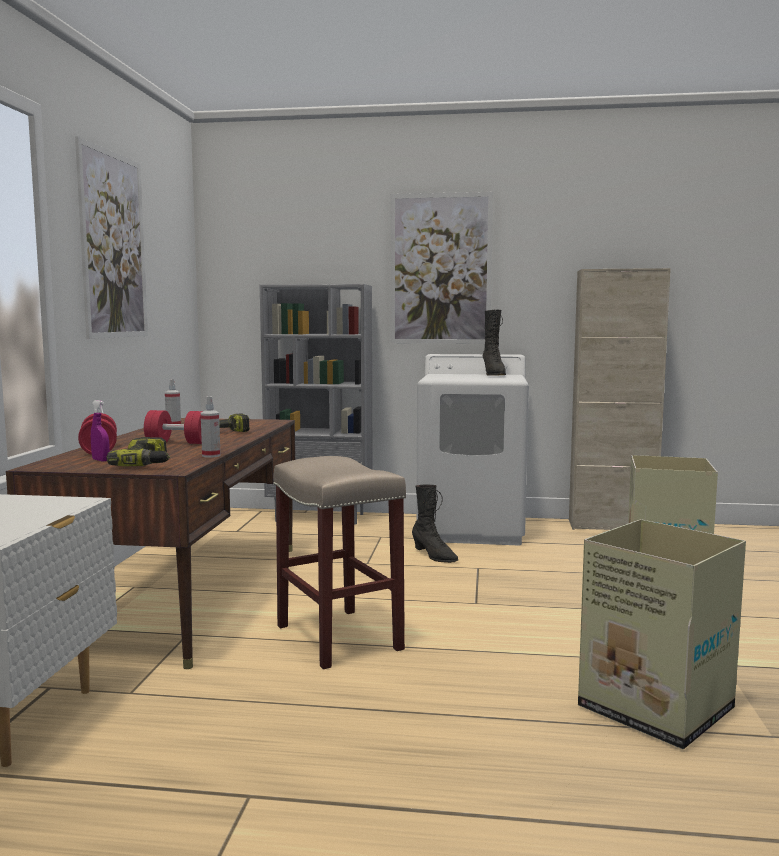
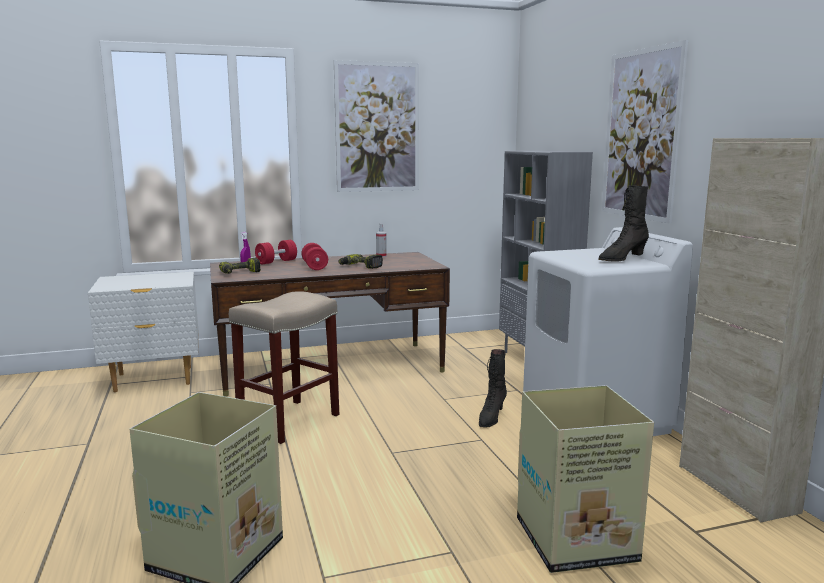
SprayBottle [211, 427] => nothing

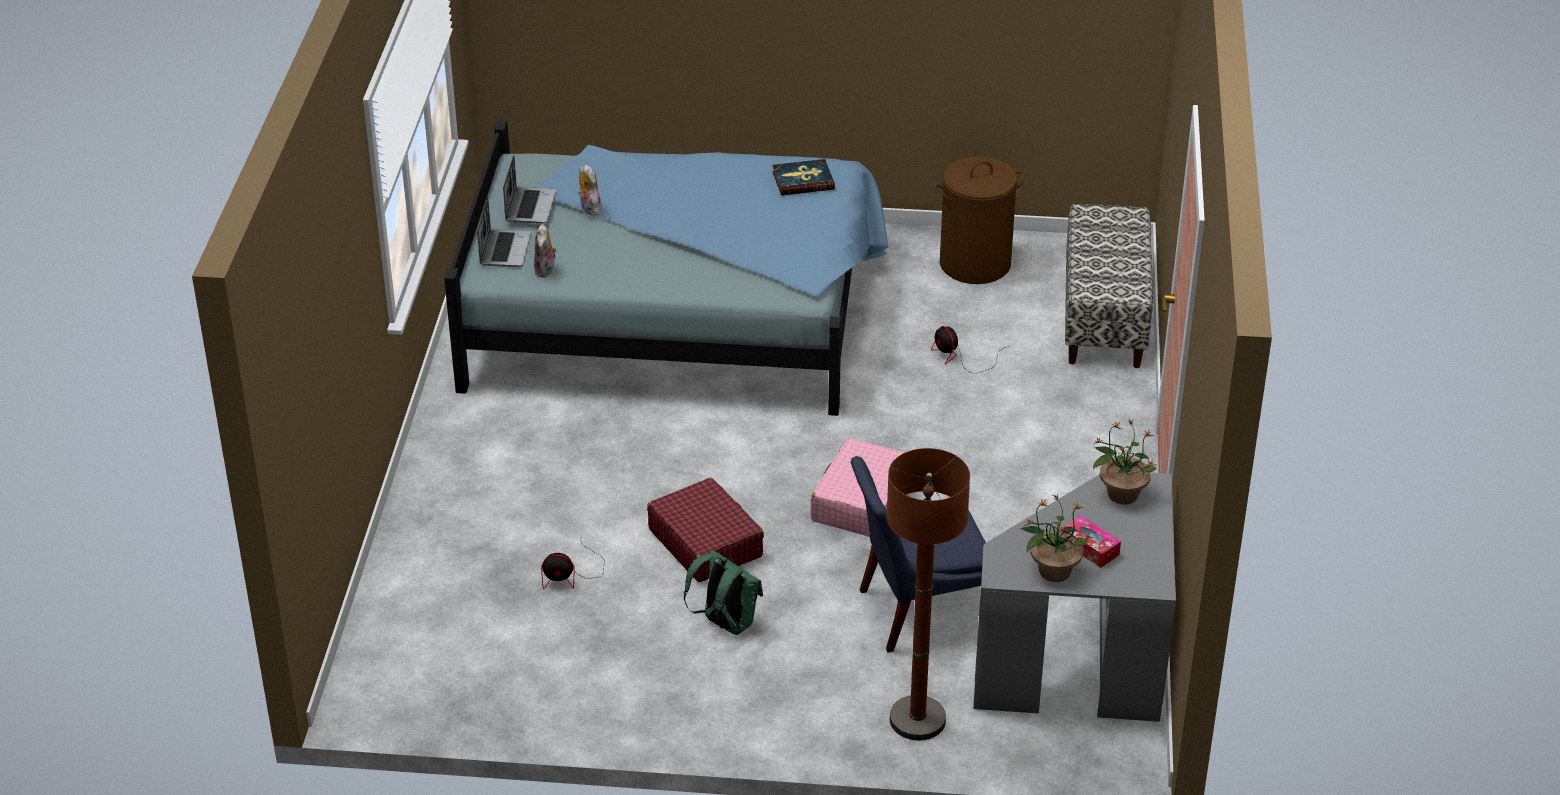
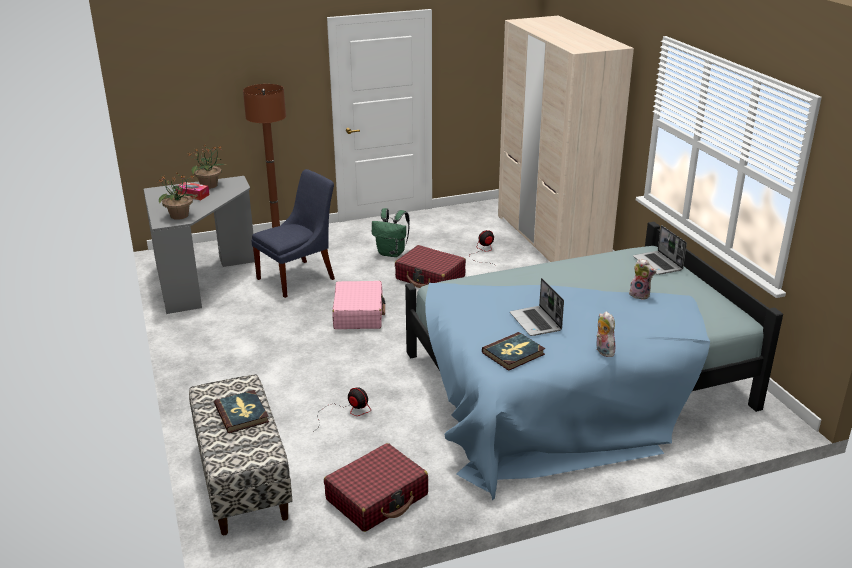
nothing => Book [241, 411]
BrownLaundryBasket [980, 220] => RedSuitcase [376, 487]
nothing => BeigeWardrobe [566, 138]
Laptop [529, 189] => Laptop [537, 307], relocated
PlushToy [545, 250] => PlushToy [605, 334], relocated

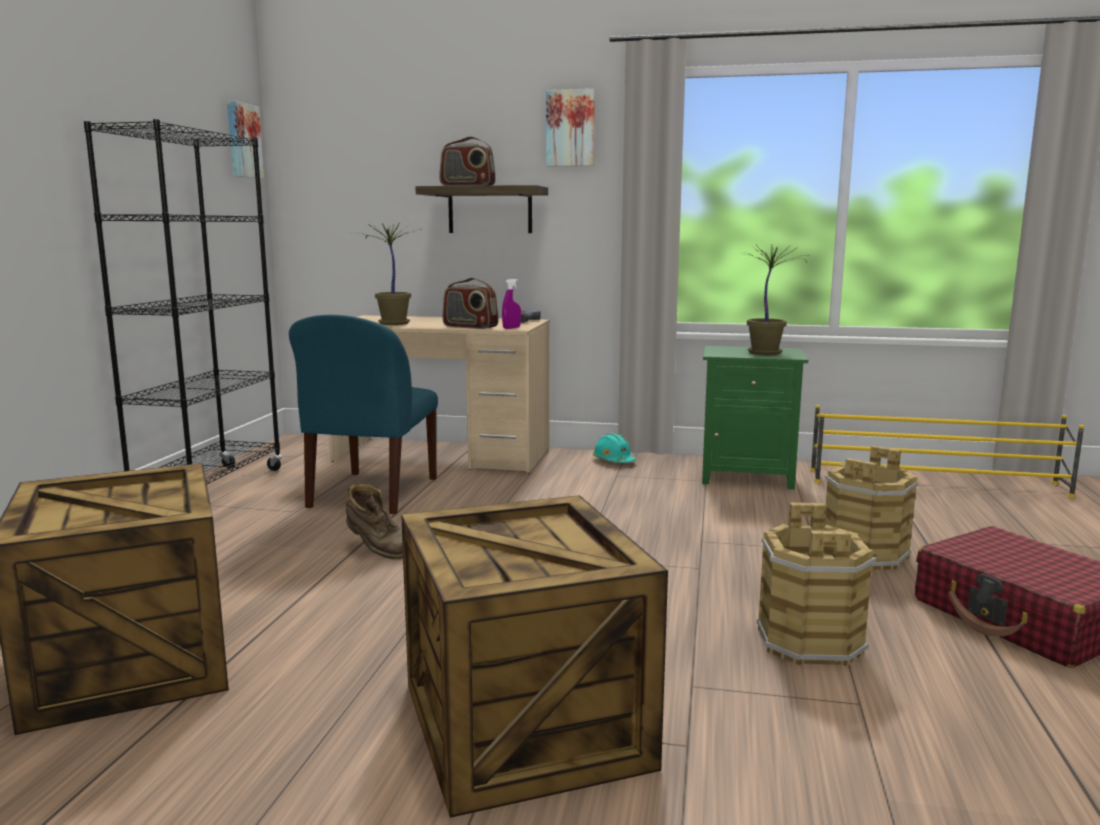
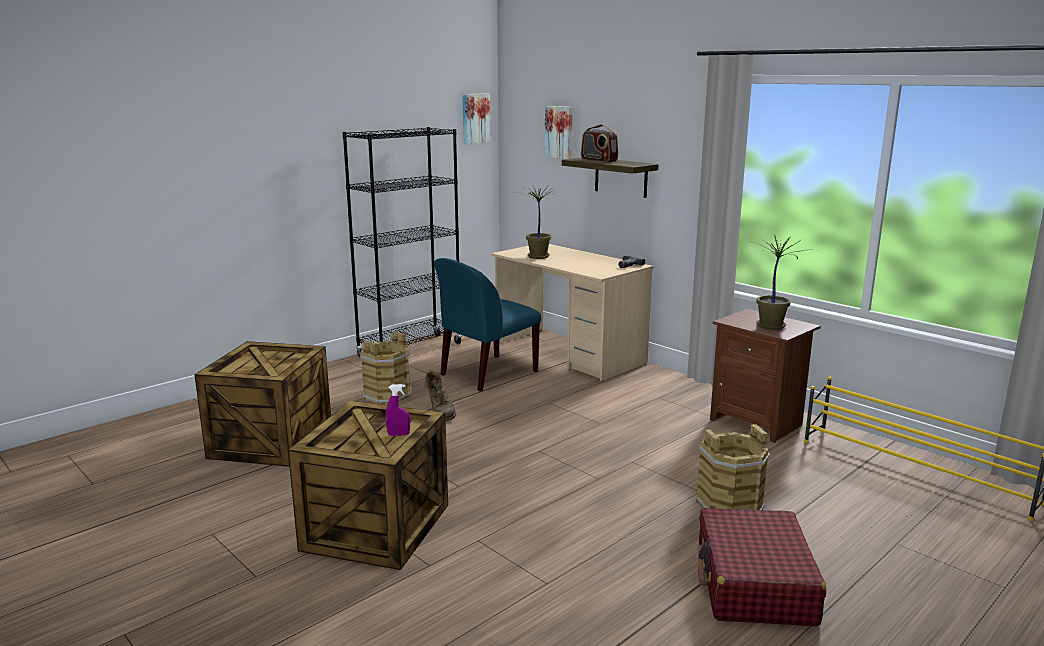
BrownBucket [816, 584] => BrownBucket [386, 368], relocated
PurpleSprayBottle [511, 304] => PurpleSprayBottle [398, 410], relocated
Picture [570, 127] => Picture [559, 132], relocated
GreenNightstand [755, 417] => BrownNightstand [765, 376]
Radio [470, 303] => nothing
TurquoiseHardHat [614, 448] => nothing

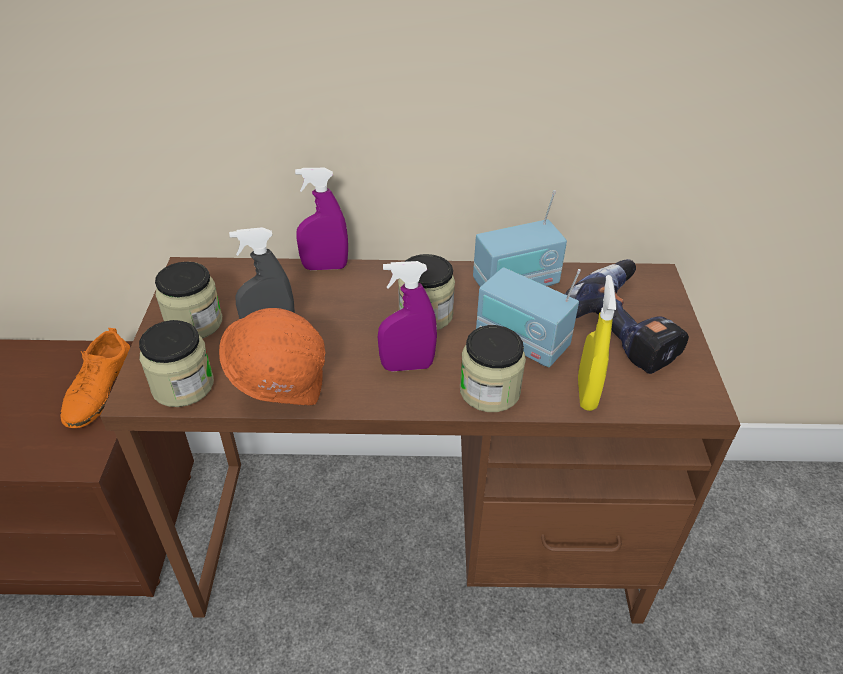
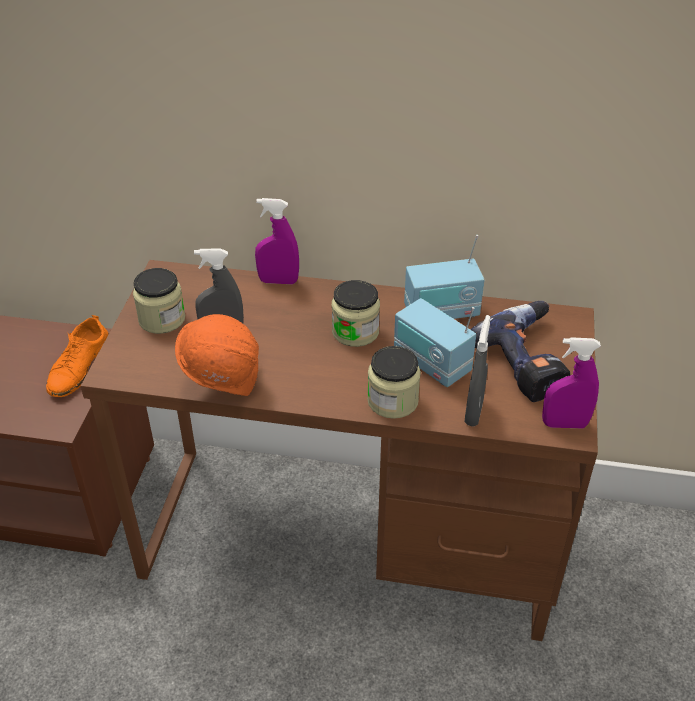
YellowSprayBottle [597, 343] => GreySprayBottle [477, 370]
PurpleSprayBottle [407, 316] => PurpleSprayBottle [571, 382], relocated
Jar [176, 363] => nothing

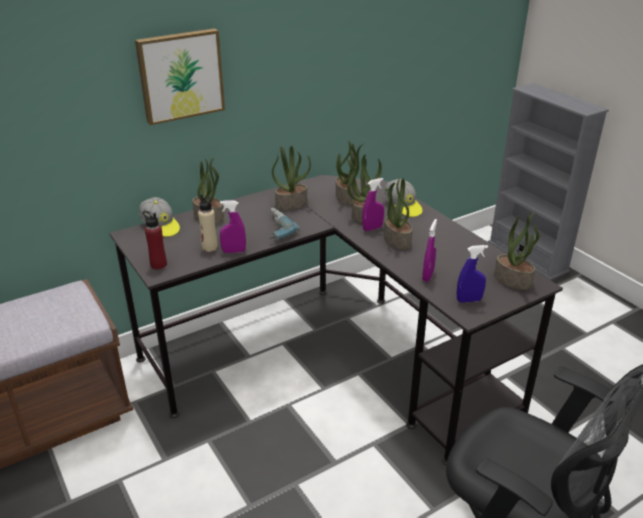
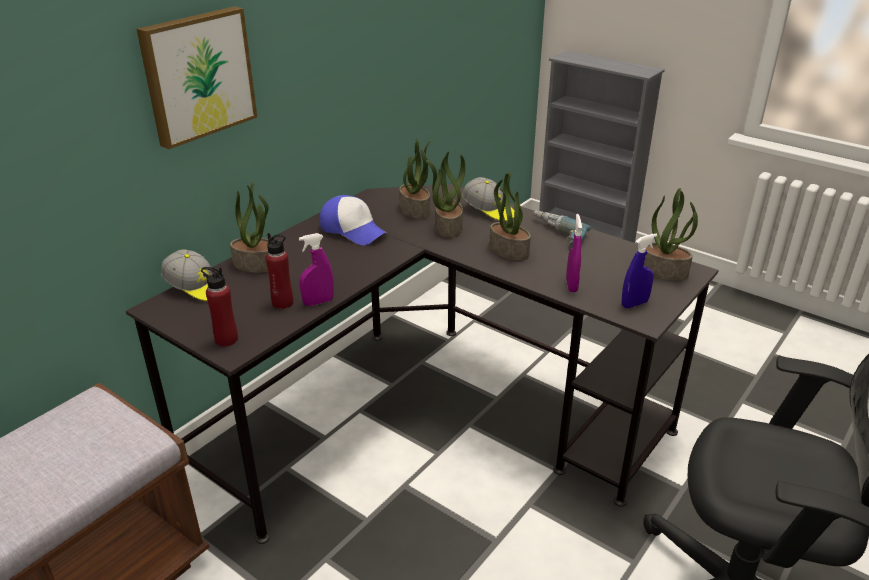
BeigeBottle [208, 223] => RedBottle [279, 271]
PottedPlant [291, 178] => Cap [353, 220]
PowerDrill [284, 224] => PowerDrill [562, 227], relocated
PurpleSprayBottle [373, 204] => nothing

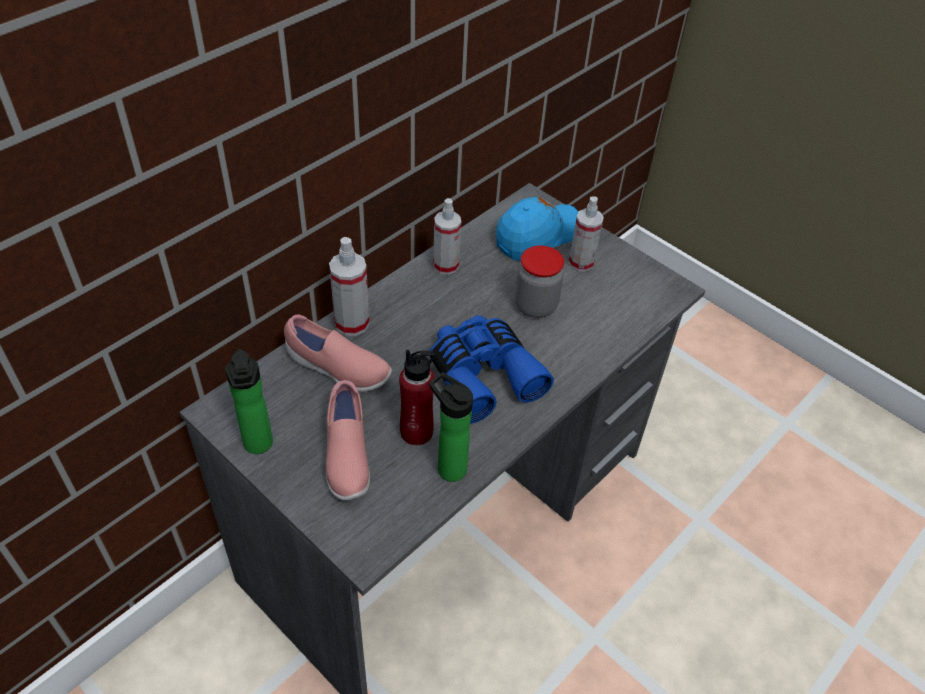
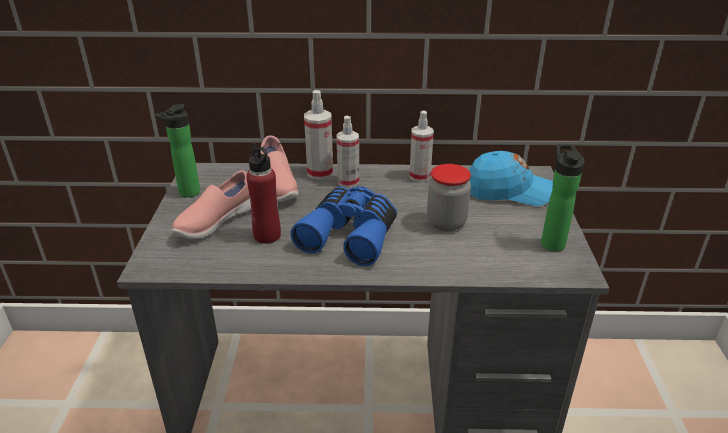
SprayBottle [586, 234] => SprayBottle [347, 152], relocated
Bottle [451, 427] => Bottle [562, 198], relocated

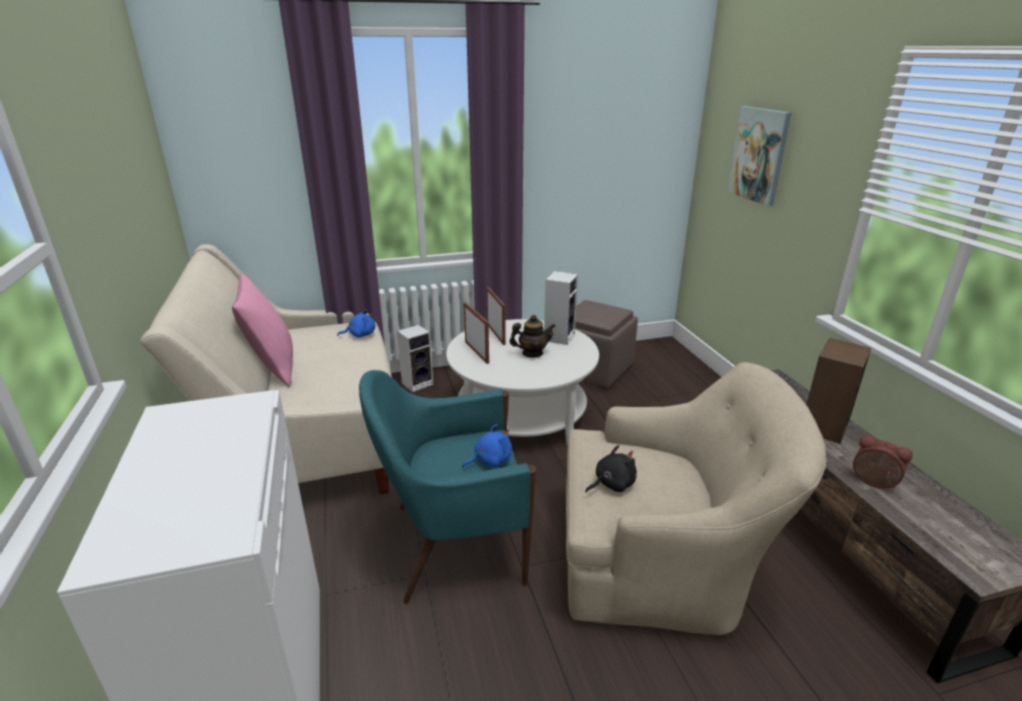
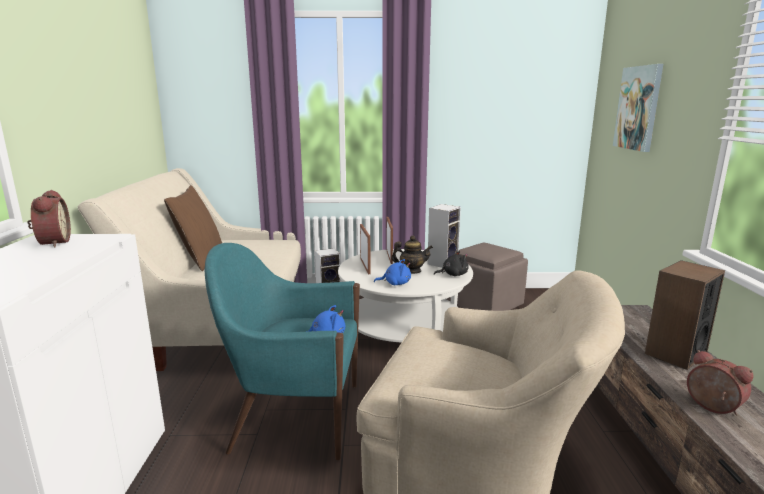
nothing => AlarmClock [49, 219]
PinkPillow [262, 330] => BrownPillow [193, 228]
BluePlushToy [356, 323] => BluePlushToy [392, 272], relocated
BlackPlushToy [611, 469] => BlackPlushToy [451, 263], relocated

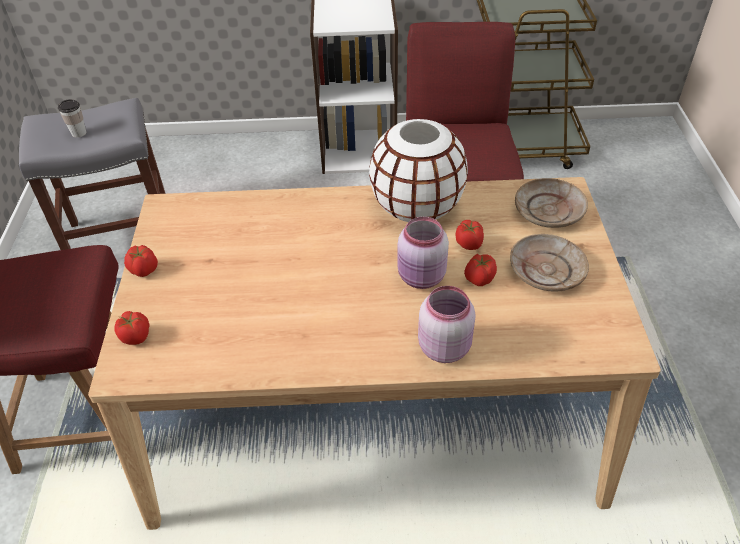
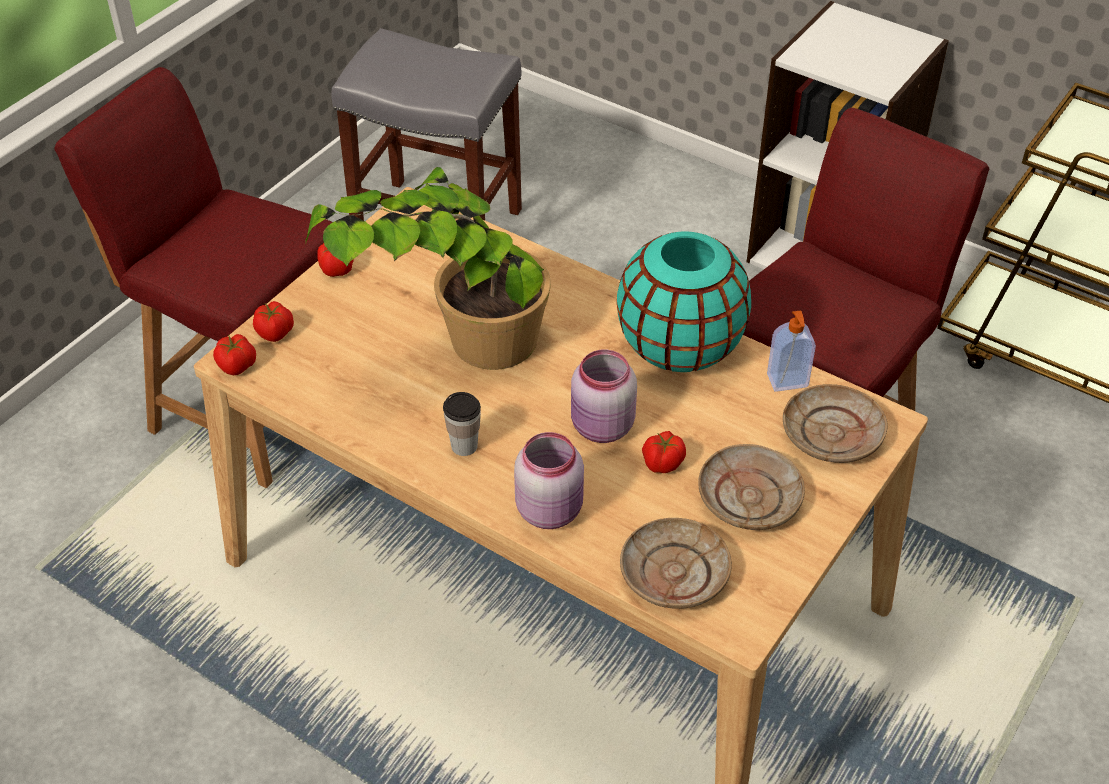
Tomato [469, 235] => Tomato [234, 354], relocated
nothing => PottedPlant [428, 268]
Cup [72, 118] => Cup [462, 424], relocated
WhiteVase [418, 170] => TurquoiseVase [684, 301]
nothing => BeigePlate [676, 563]
nothing => SoapDispenser [791, 351]

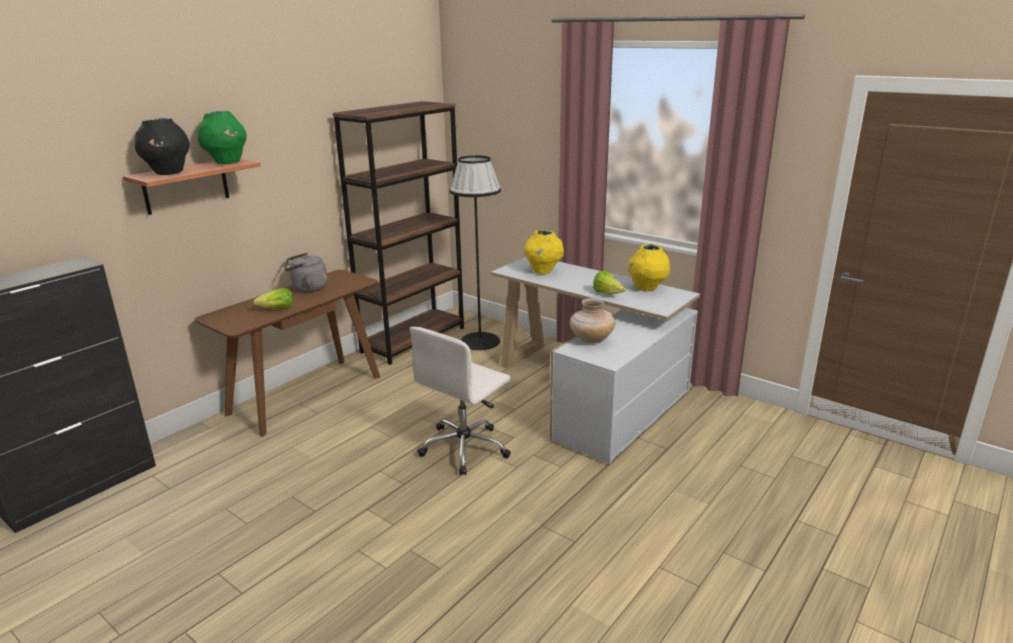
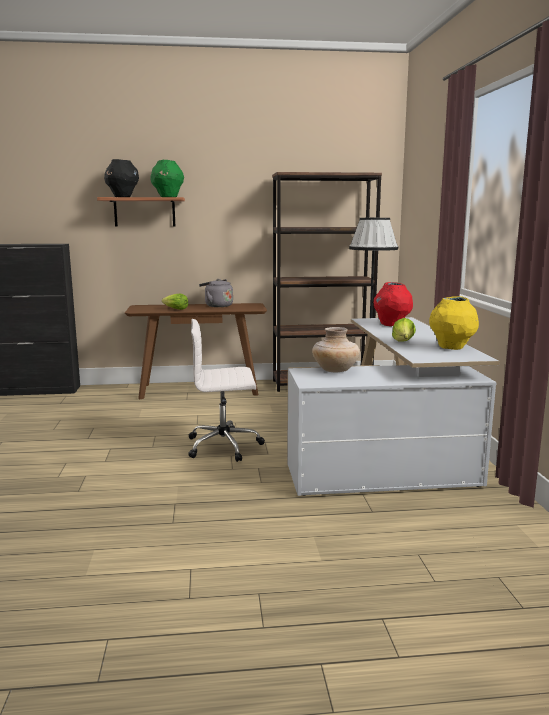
YellowVase [544, 252] => RedVase [393, 304]

